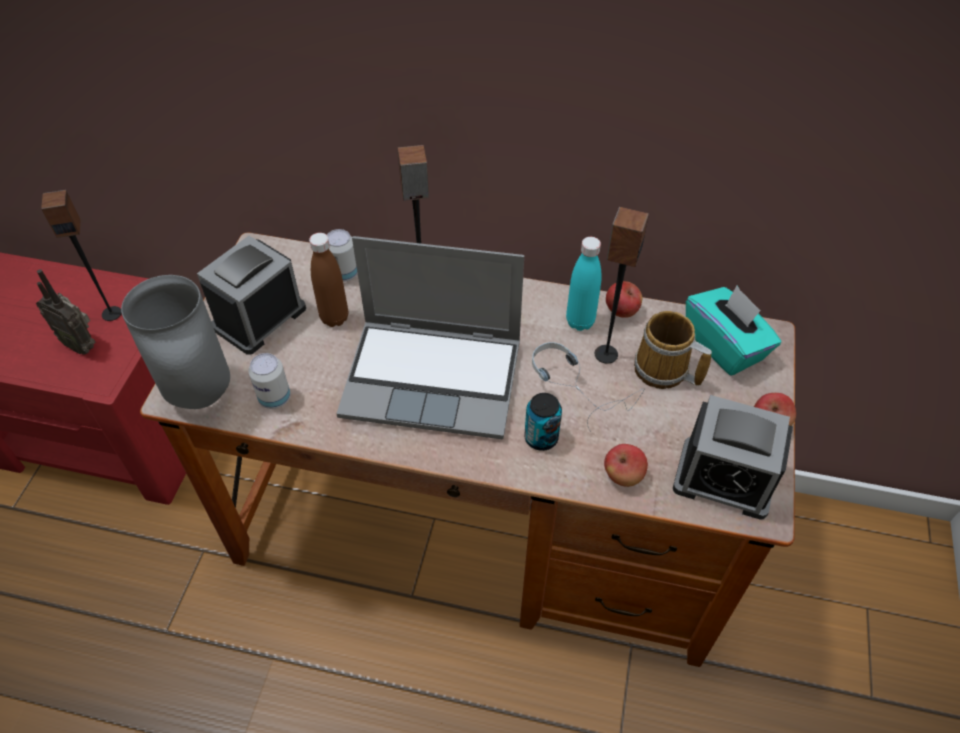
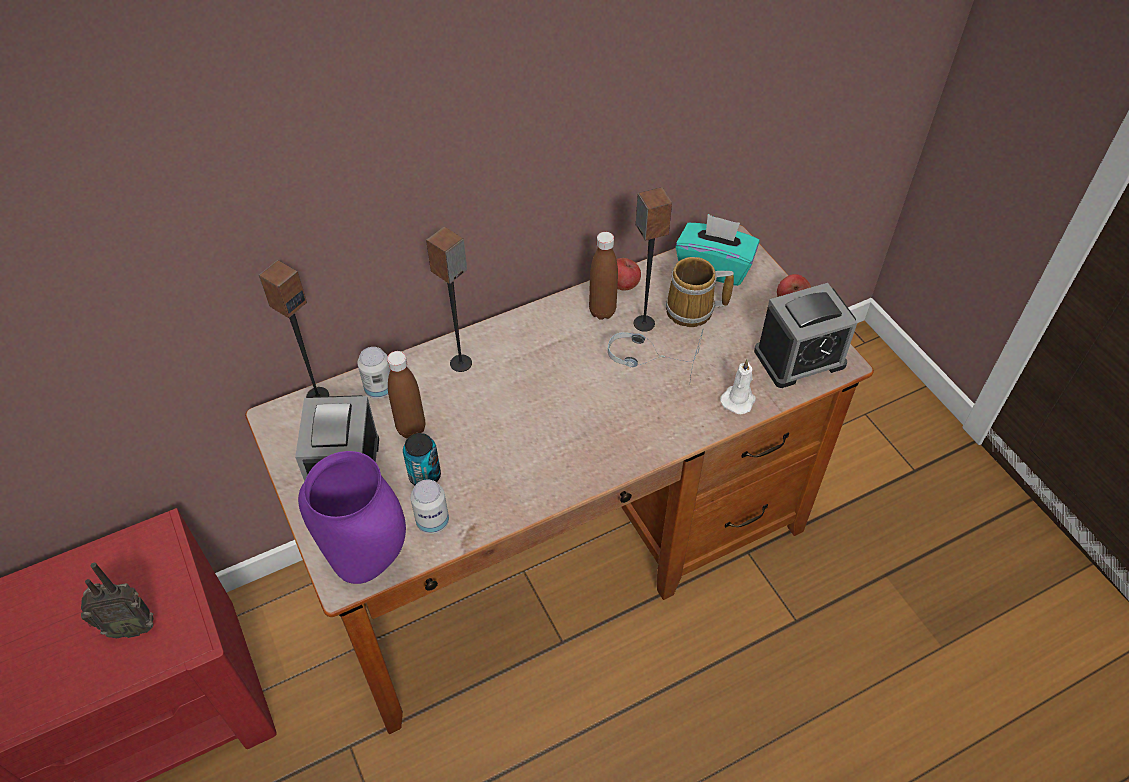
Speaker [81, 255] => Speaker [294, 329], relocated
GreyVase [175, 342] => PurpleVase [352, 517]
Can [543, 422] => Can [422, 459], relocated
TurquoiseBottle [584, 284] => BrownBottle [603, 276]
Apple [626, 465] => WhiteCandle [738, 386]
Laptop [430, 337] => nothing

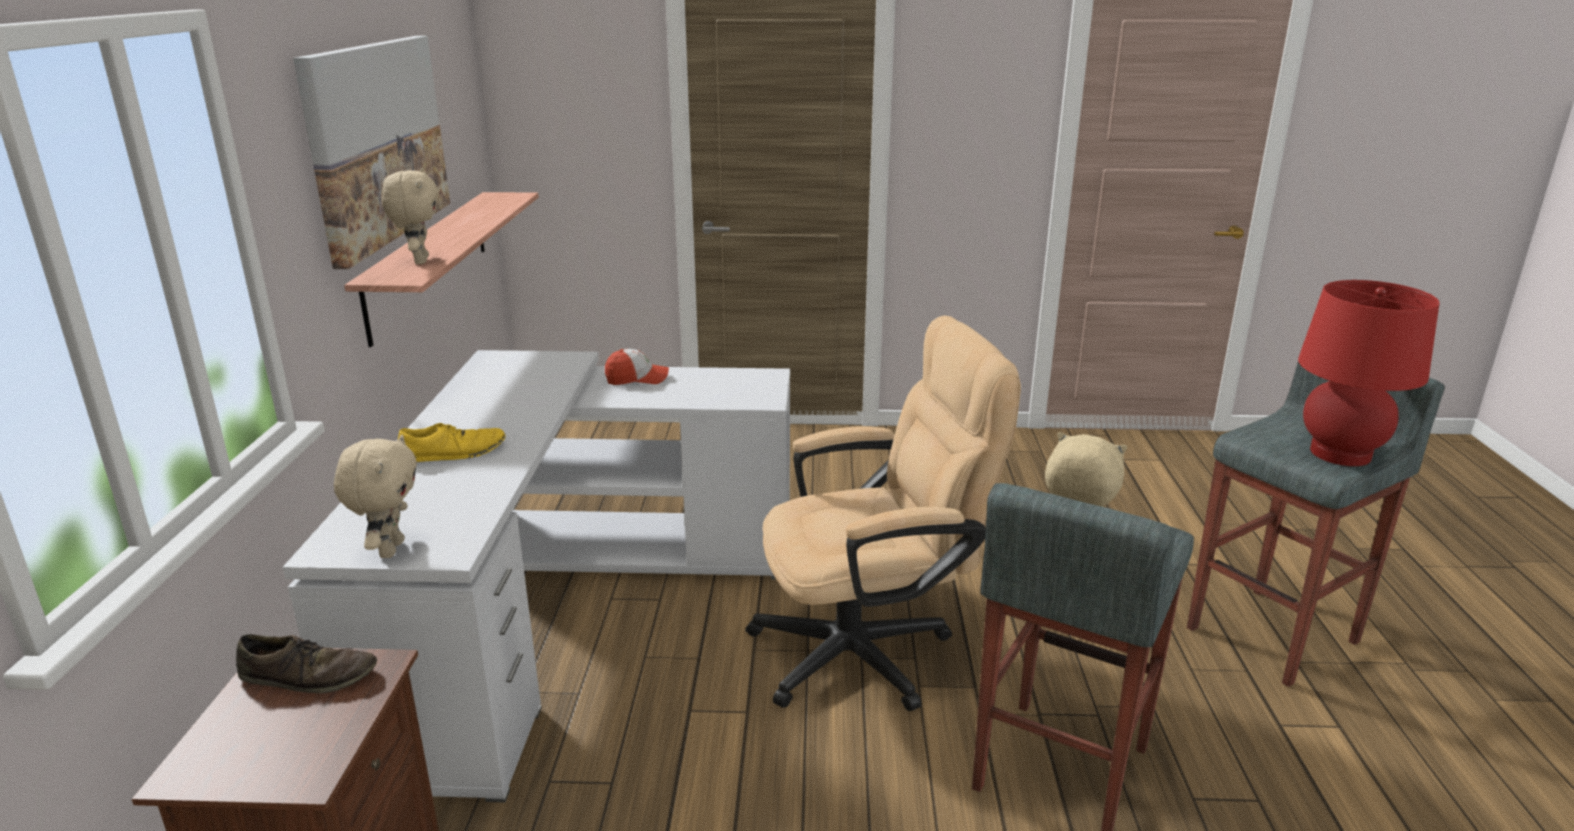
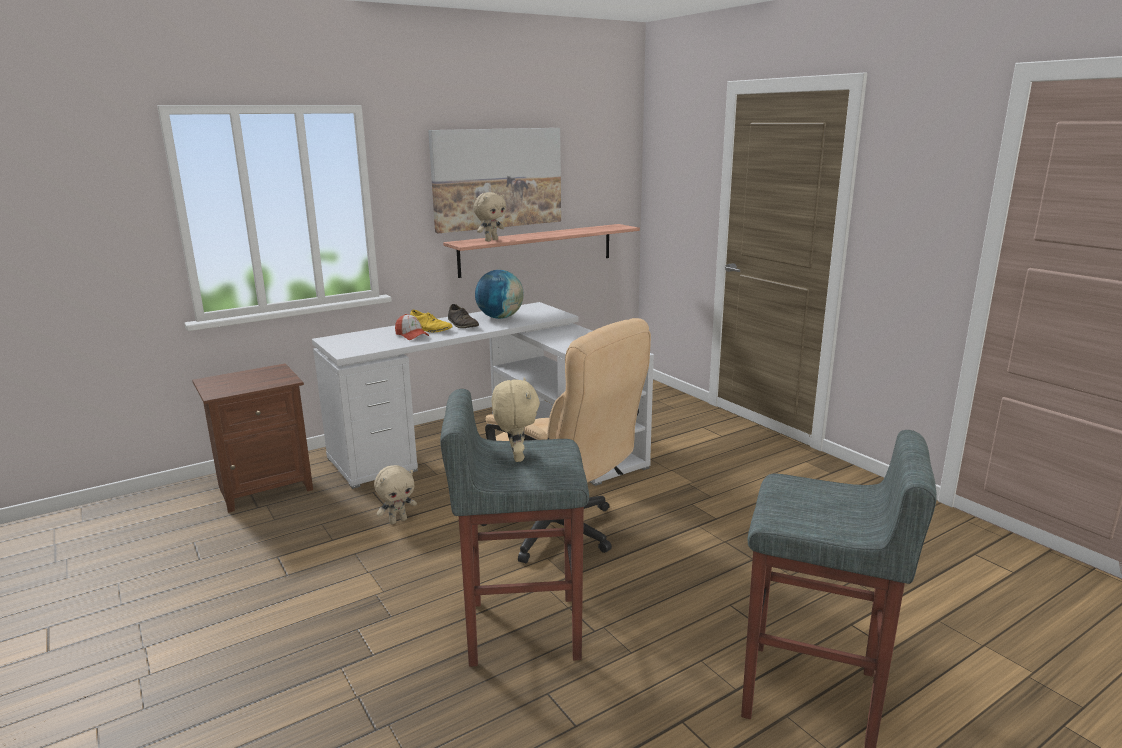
BeigePlushToy [375, 496] => BeigePlushToy [395, 494], relocated
Cap [637, 367] => Cap [412, 327], relocated
BrownShoe [306, 663] => BrownShoe [463, 316], relocated
nothing => Globe [499, 294]
RedTableLamp [1369, 373] => nothing

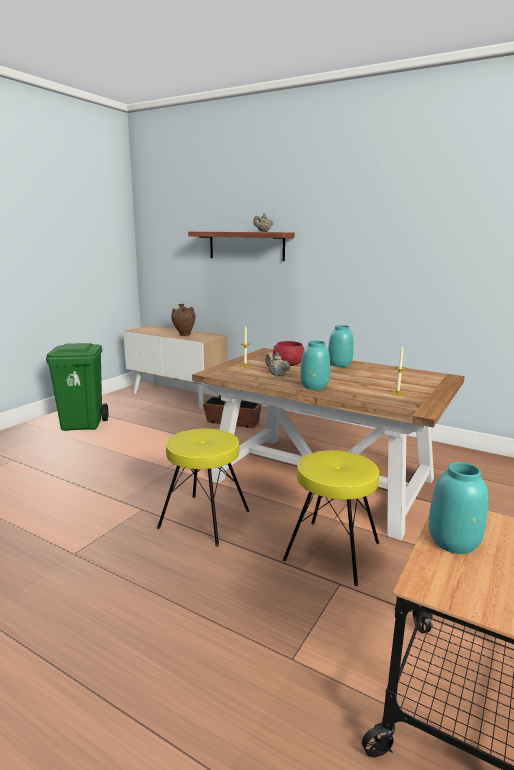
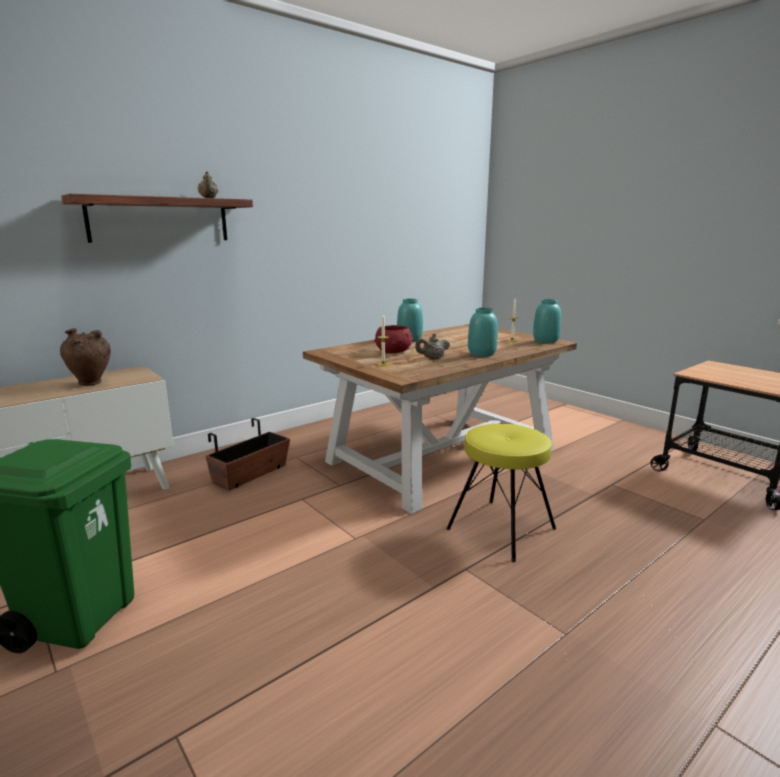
TurquoiseVase [458, 508] => TurquoiseVase [547, 321], relocated
YellowStool [331, 518] => nothing

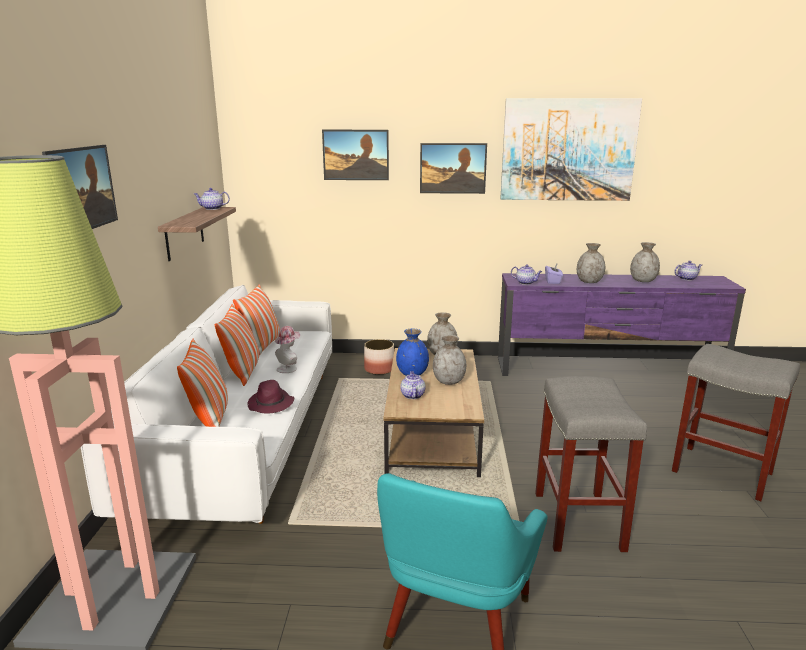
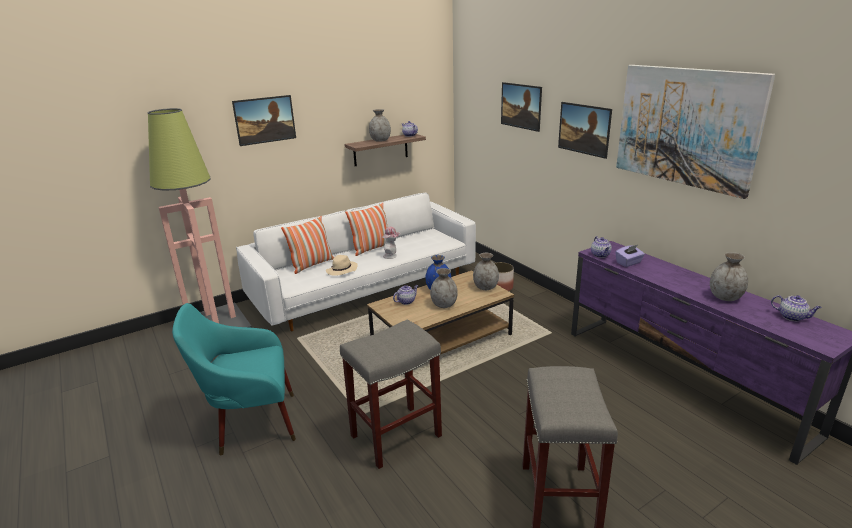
PurpleHat [270, 396] => BeigeHat [342, 265]
GreyVase [591, 263] => GreyVase [380, 125], relocated
Pillow [256, 319] => nothing

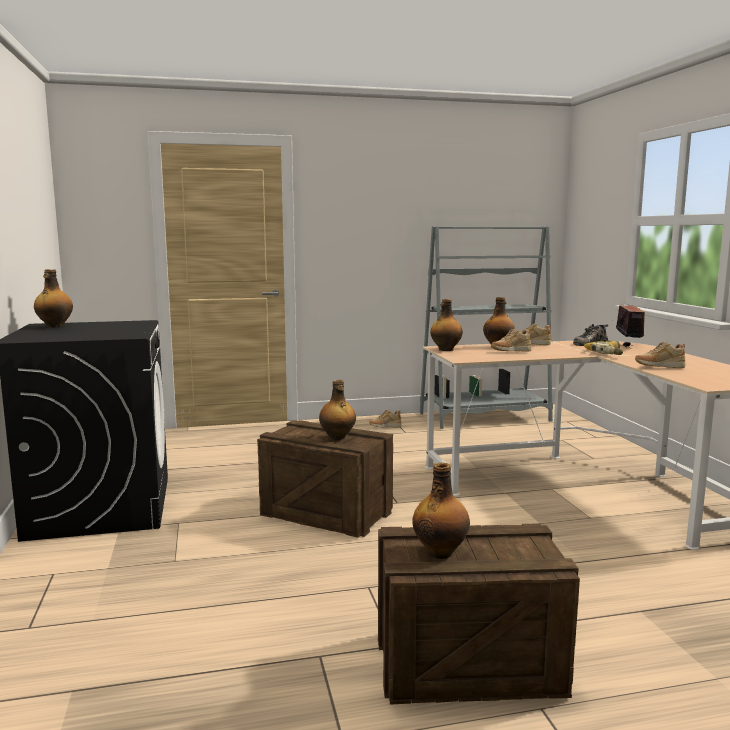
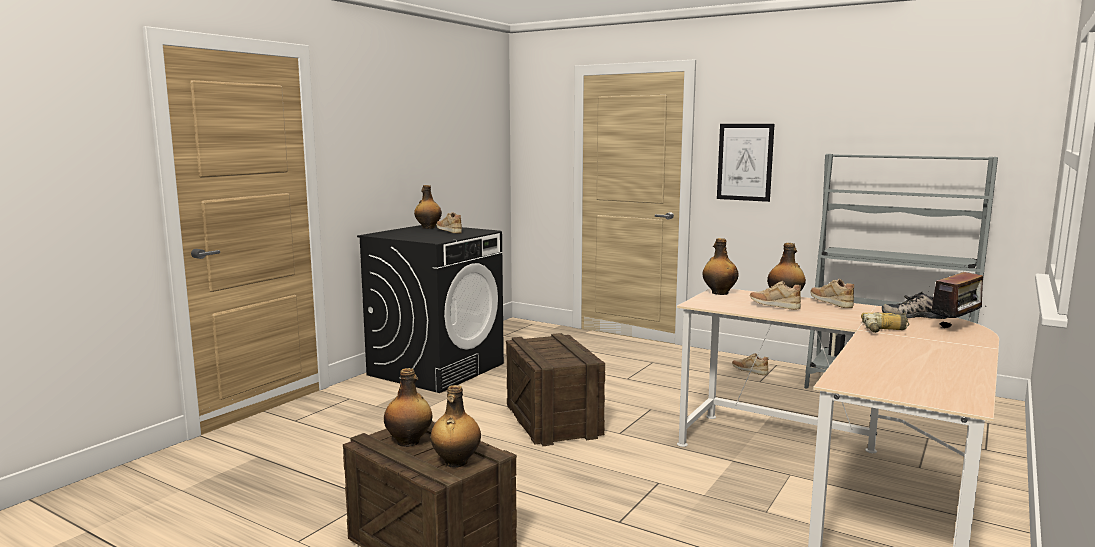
Bottle [337, 410] => Bottle [456, 426], relocated
BeigeShoe [660, 354] => BeigeShoe [449, 222], relocated
nothing => Picture [745, 163]

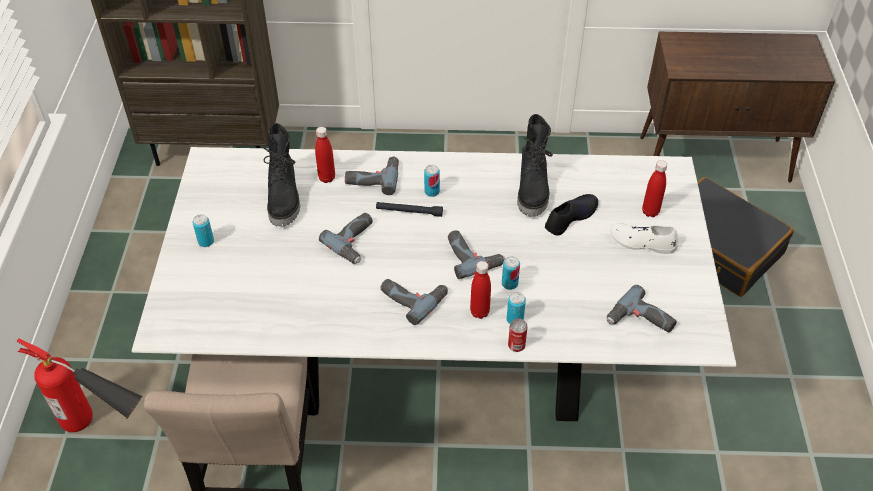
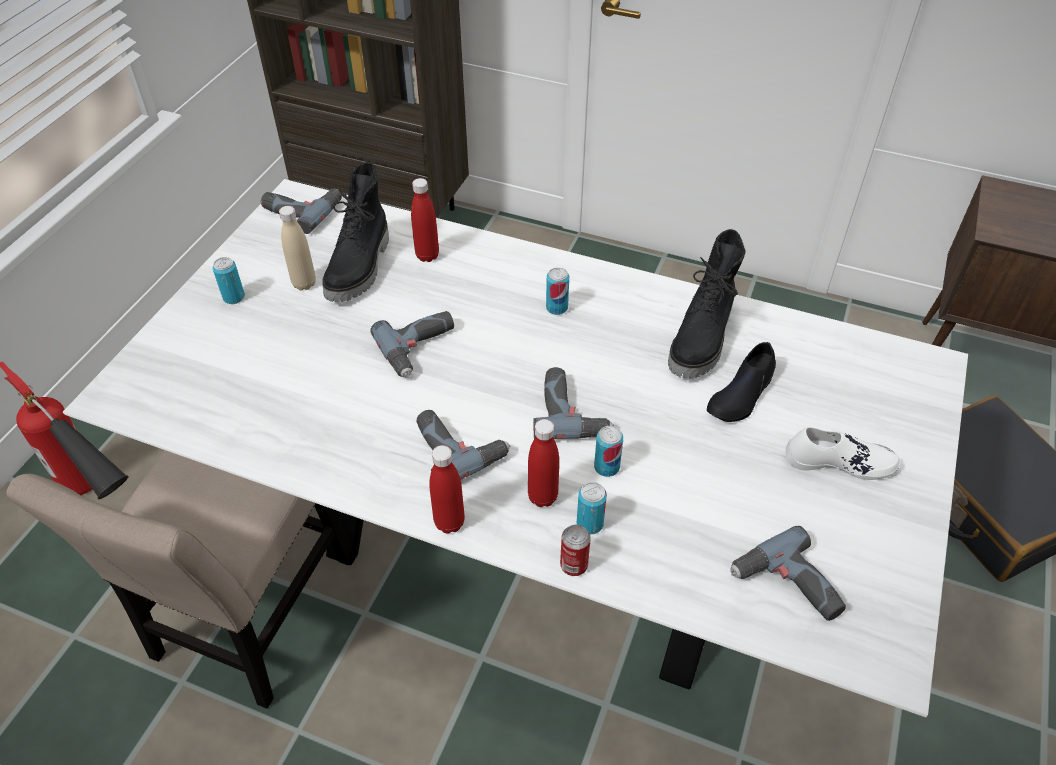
PowerDrill [372, 175] => PowerDrill [301, 211], relocated
nothing => BeigeBottle [297, 248]
RedBottle [654, 188] => RedBottle [447, 489], relocated
BlackShoe [571, 215] => BlackShoe [741, 382], 150 degrees clockwise
WhiteShoe [644, 238] => WhiteShoe [843, 453], 150 degrees clockwise
BlackFlashlight [409, 209] => nothing

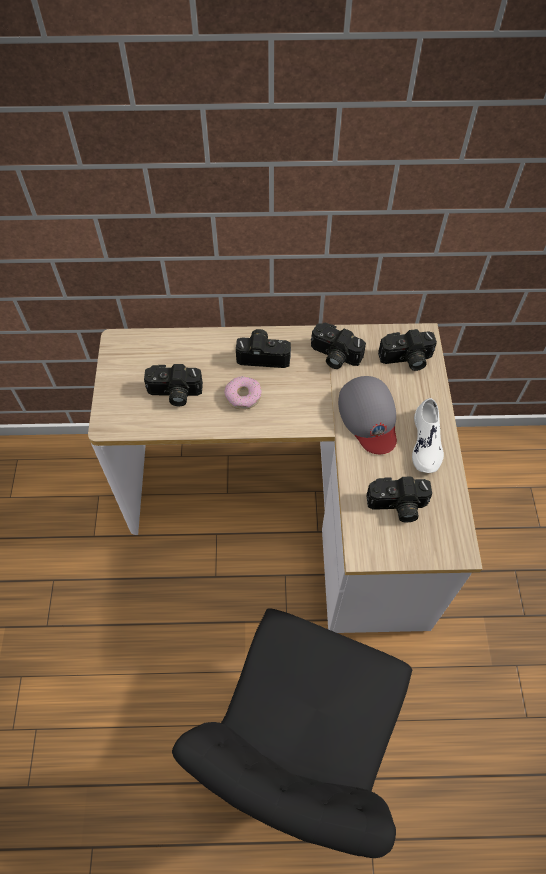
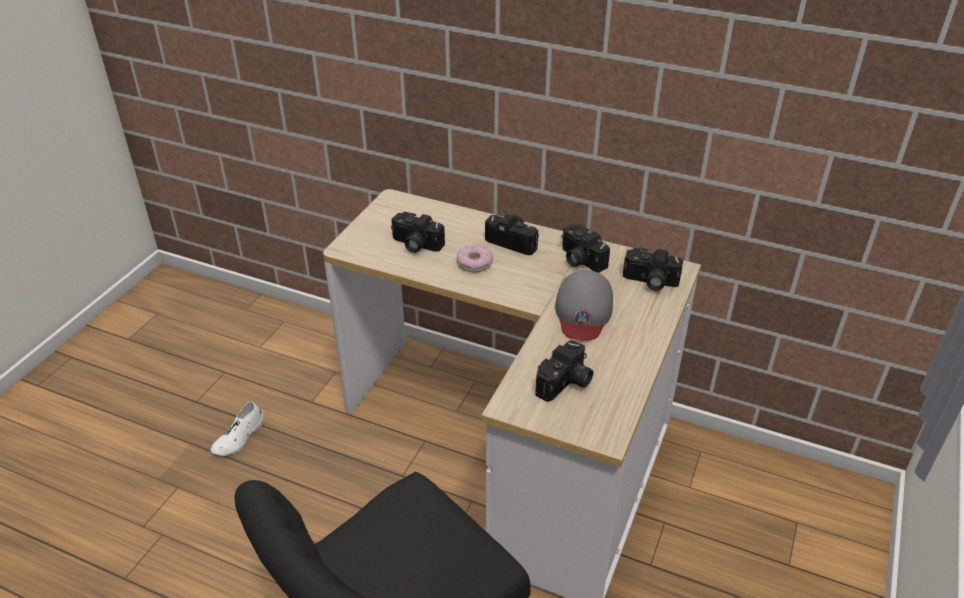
WhiteShoe [428, 435] => WhiteShoe [237, 428], relocated
PhotoCamera [399, 499] => PhotoCamera [564, 371], 75 degrees counterclockwise

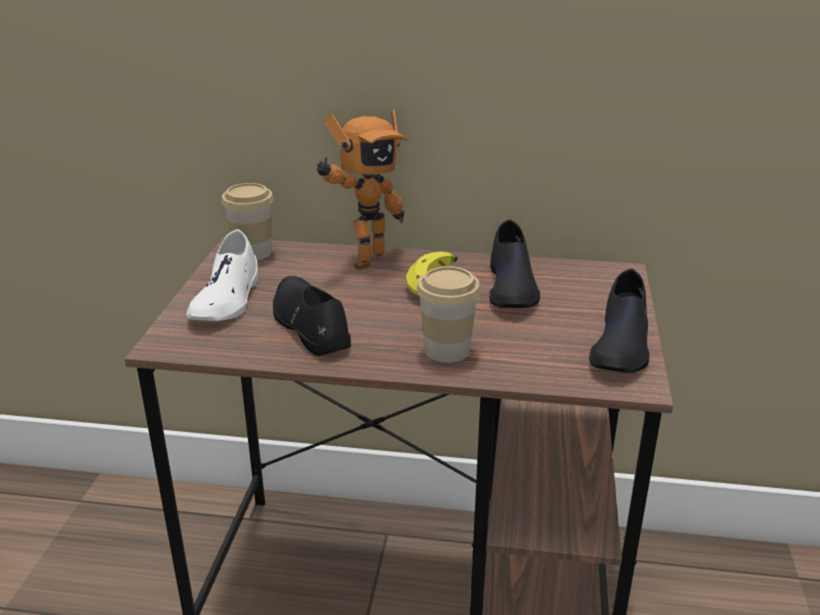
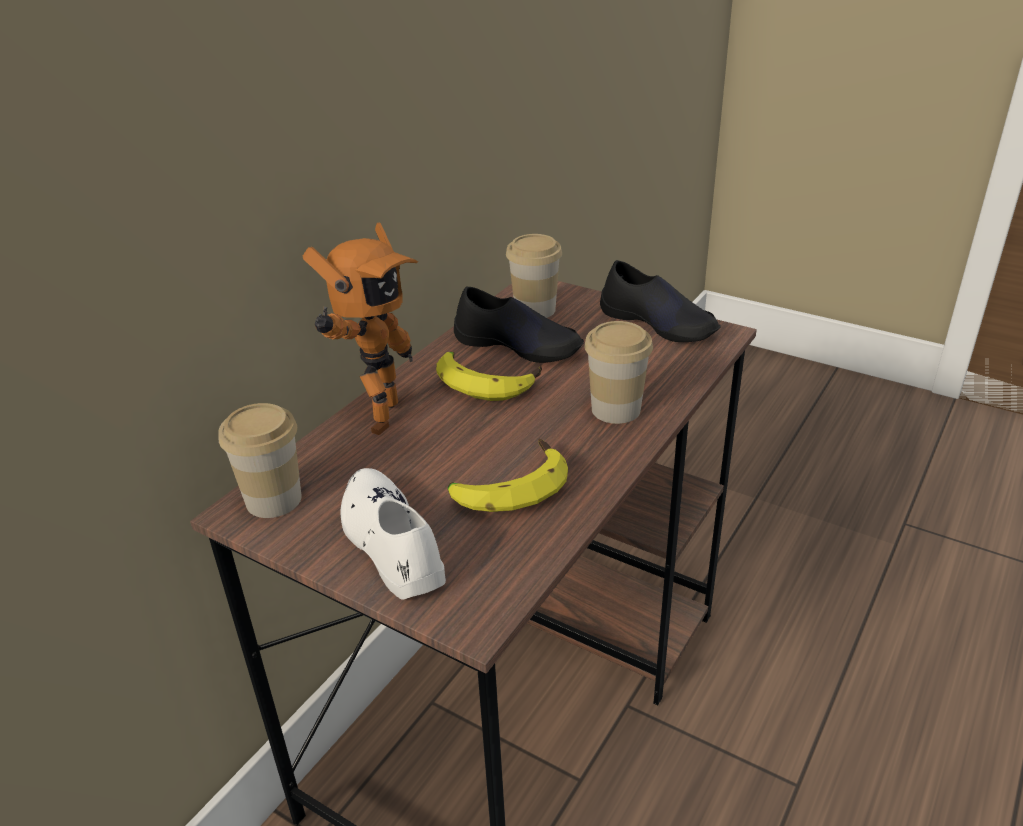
ToyRobot [362, 190] => ToyRobot [360, 328], 45 degrees clockwise
WhiteShoe [222, 275] => WhiteShoe [393, 534], 150 degrees counterclockwise
BlackShoe [312, 316] => Banana [508, 475]
nothing => Cup [534, 276]

